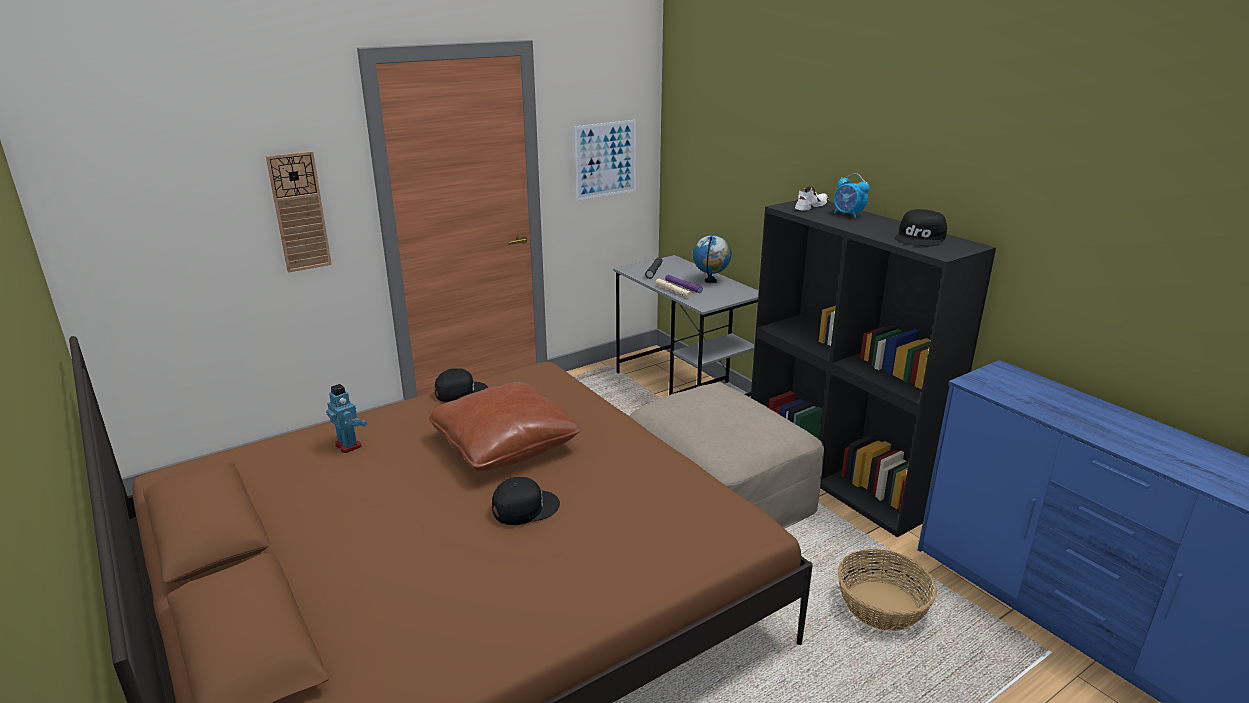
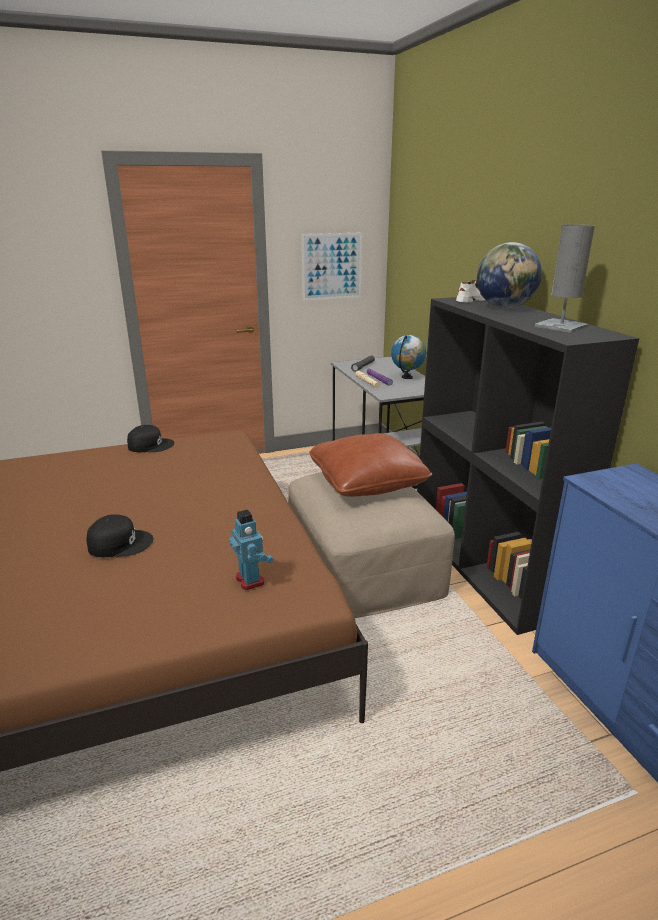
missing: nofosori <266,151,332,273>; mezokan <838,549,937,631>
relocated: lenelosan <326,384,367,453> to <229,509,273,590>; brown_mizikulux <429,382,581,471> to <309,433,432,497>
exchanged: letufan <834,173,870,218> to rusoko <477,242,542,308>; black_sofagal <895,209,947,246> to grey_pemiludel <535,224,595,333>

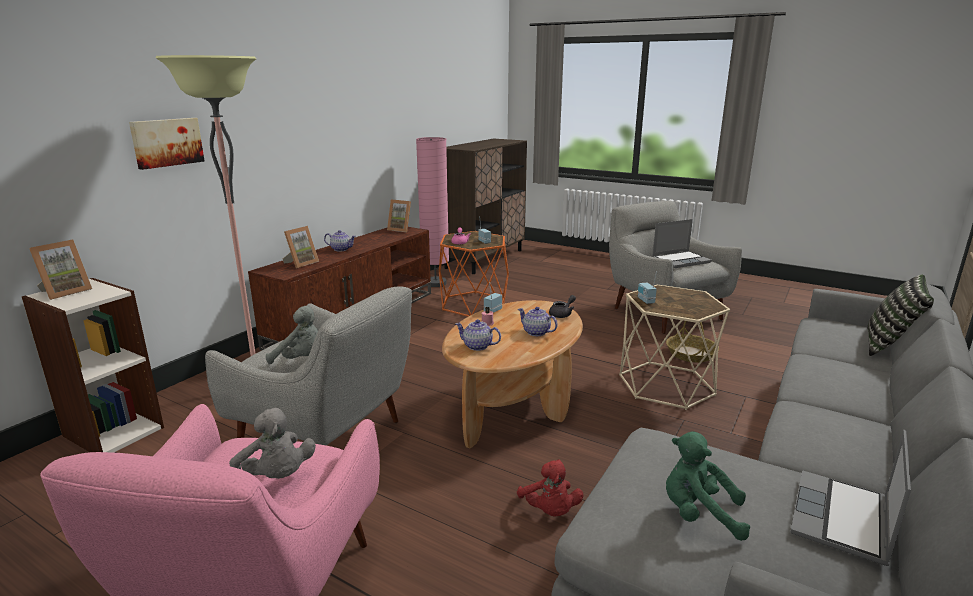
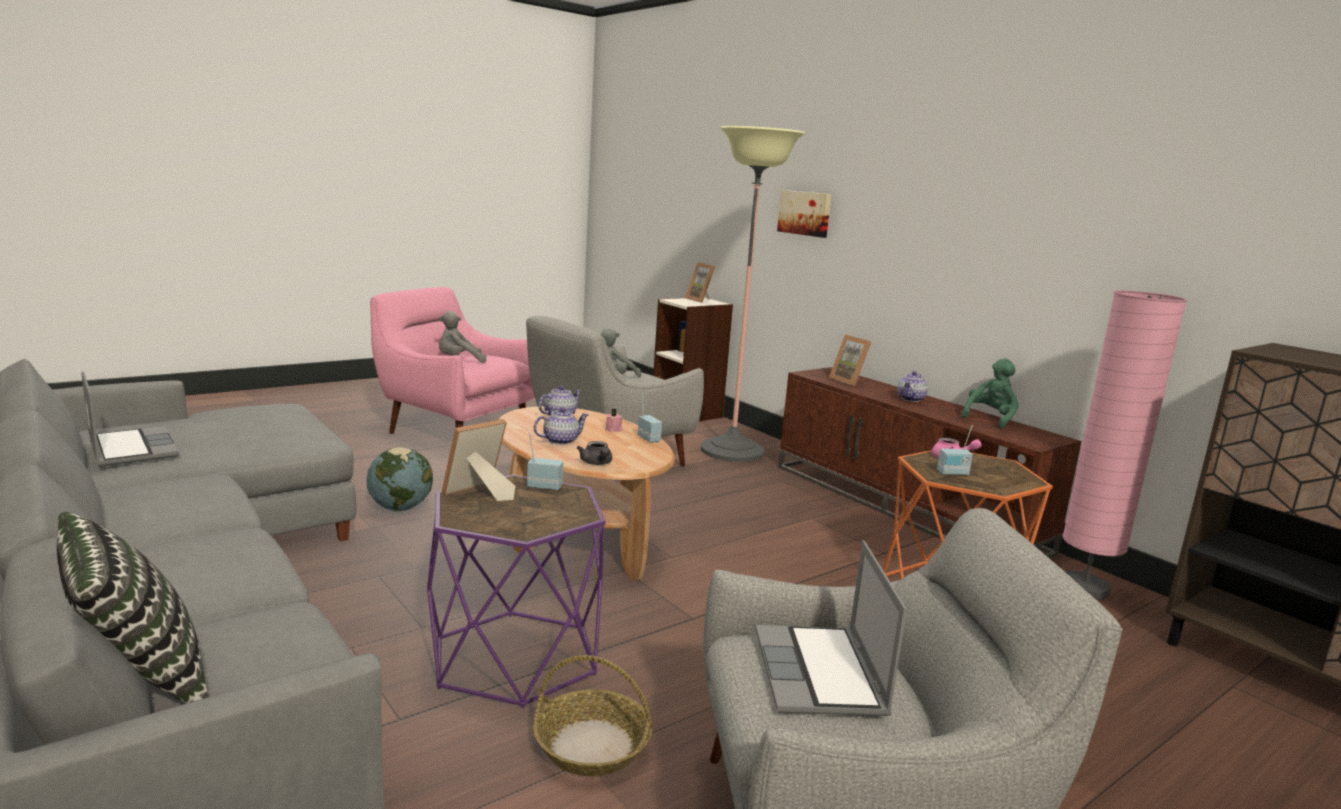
relocated: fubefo <387,199,411,232> to <442,419,515,501>; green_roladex <666,431,750,541> to <961,358,1018,429>
exchanged: red_roladex <517,460,583,516> to rusoko <367,447,433,511>
colour: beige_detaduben <619,285,730,410> to purple_detaduben <427,474,605,708>

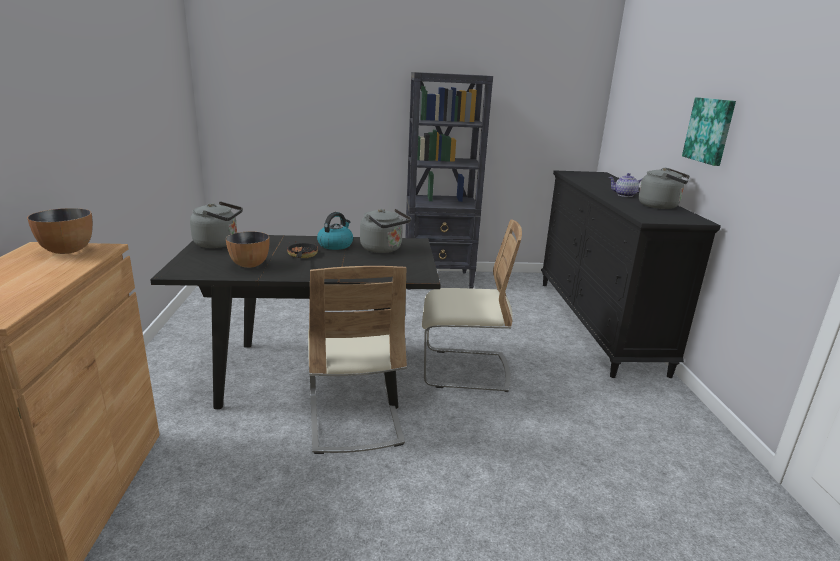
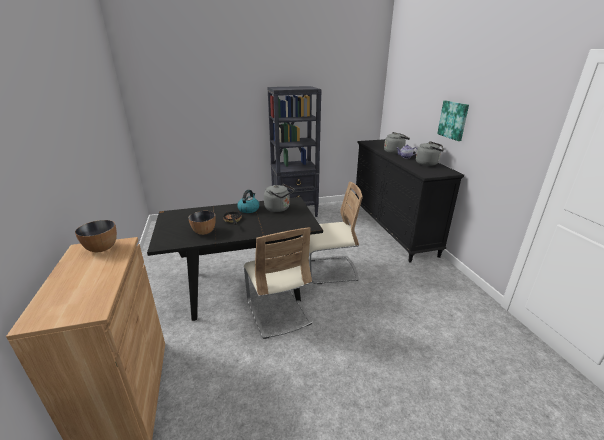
relocated: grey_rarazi <190,202,243,248> to <384,132,410,154>

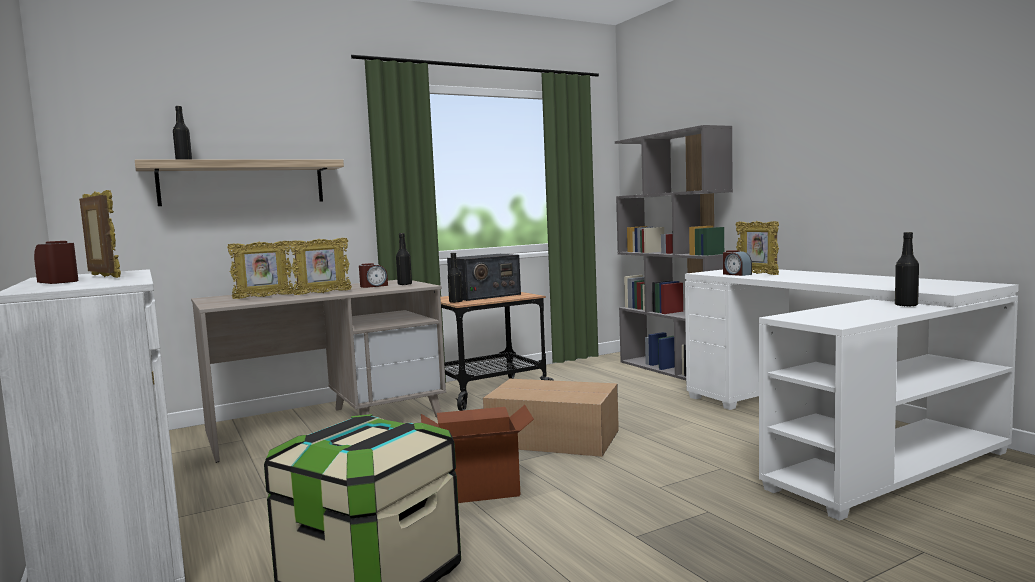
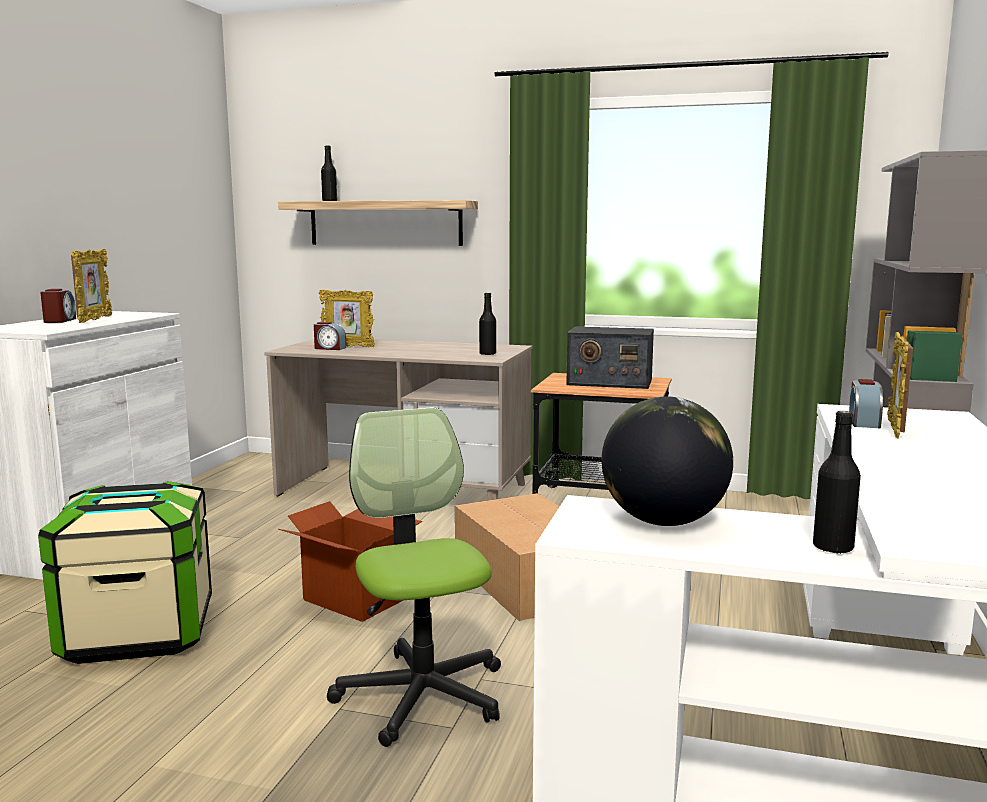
missing: fubefo <289,238,352,295>; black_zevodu <448,253,463,303>
appeared: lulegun <327,407,501,747>; rusoko <602,397,733,526>
relocated: letufan <359,263,388,288> to <314,322,346,350>

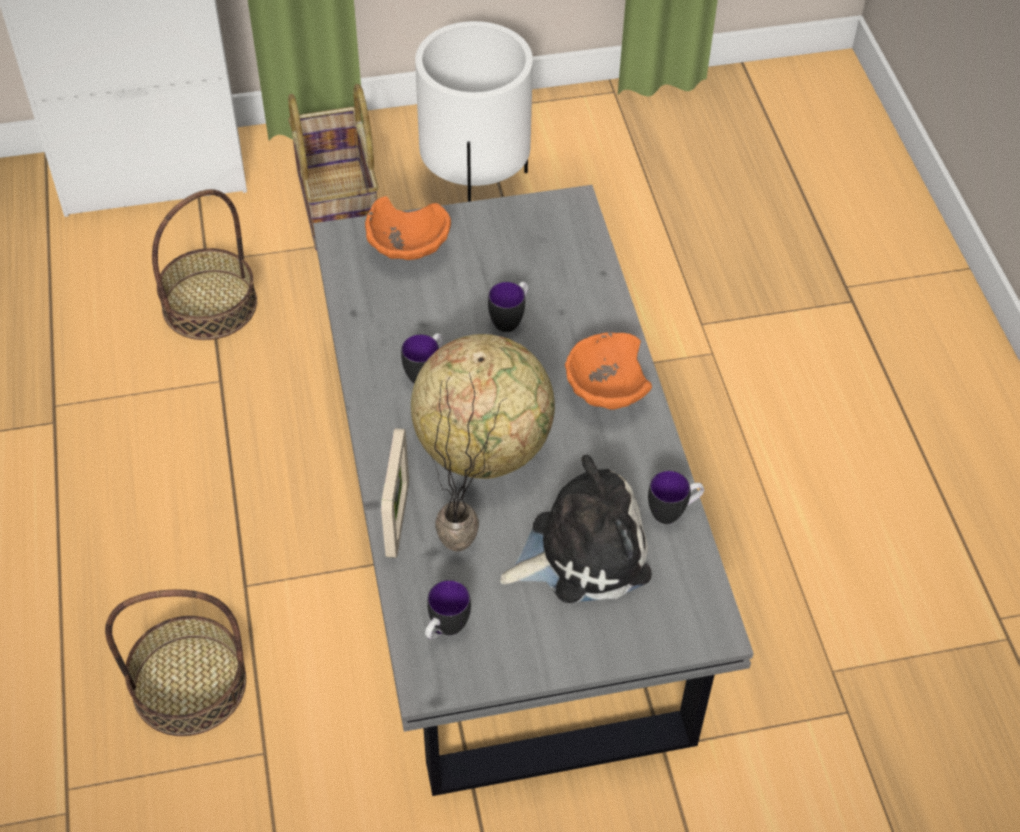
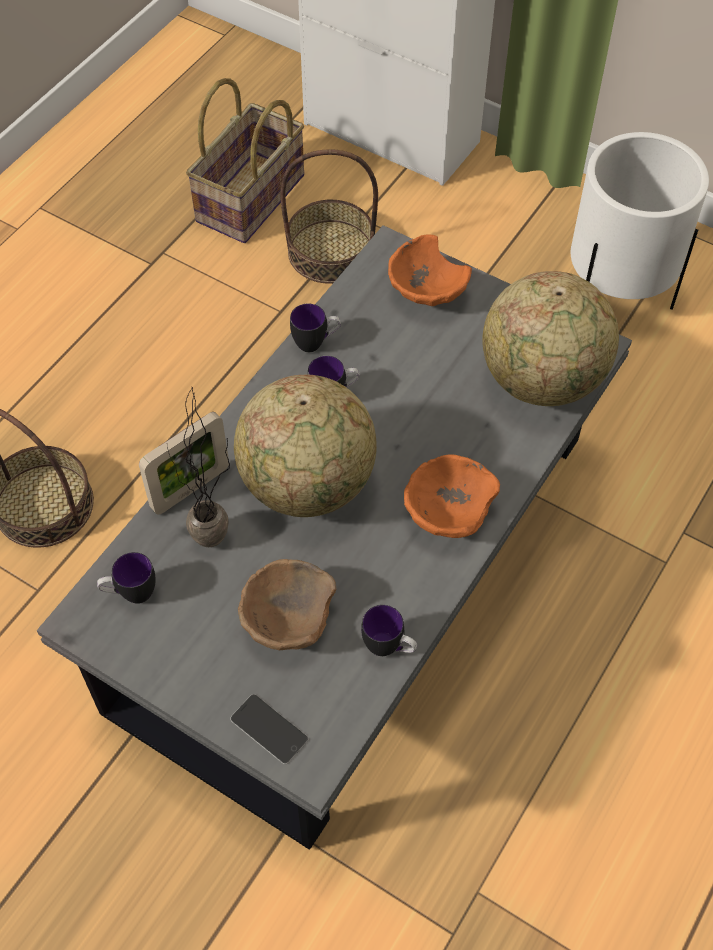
appeared: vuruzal <230,694,309,765>; rusoko <482,271,619,406>
relocated: mezokan <288,84,379,251> to <186,78,304,243>; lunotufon <488,281,528,332> to <290,304,341,352>
exchanged: roladex <500,454,652,603> to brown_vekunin <238,559,337,650>

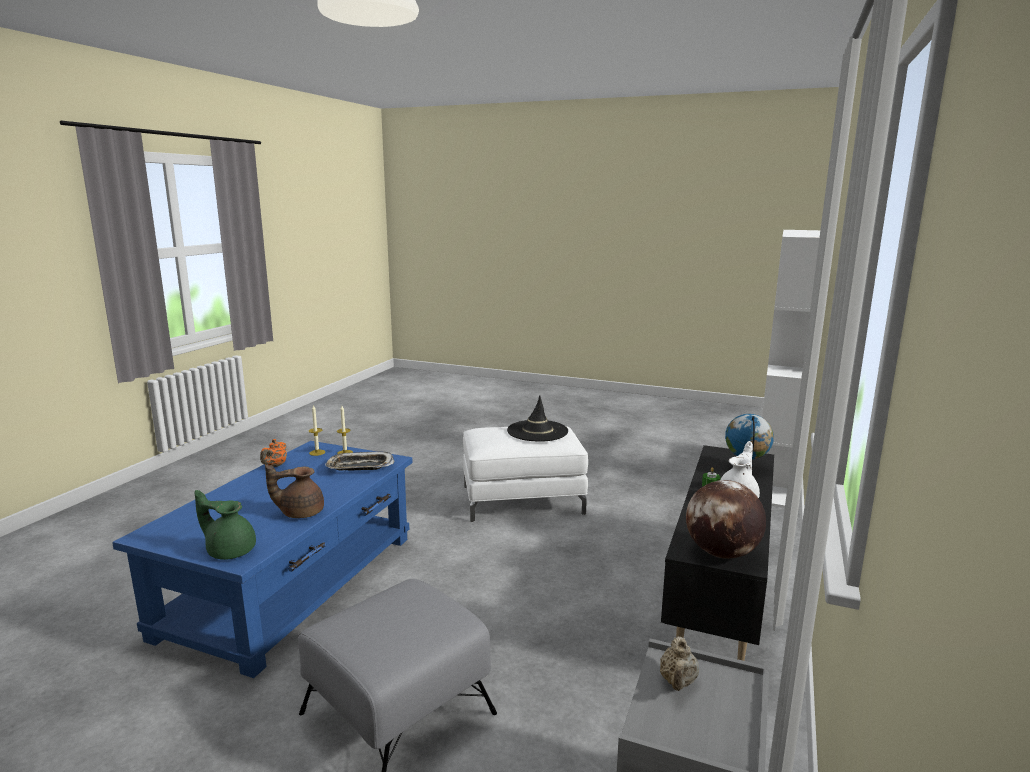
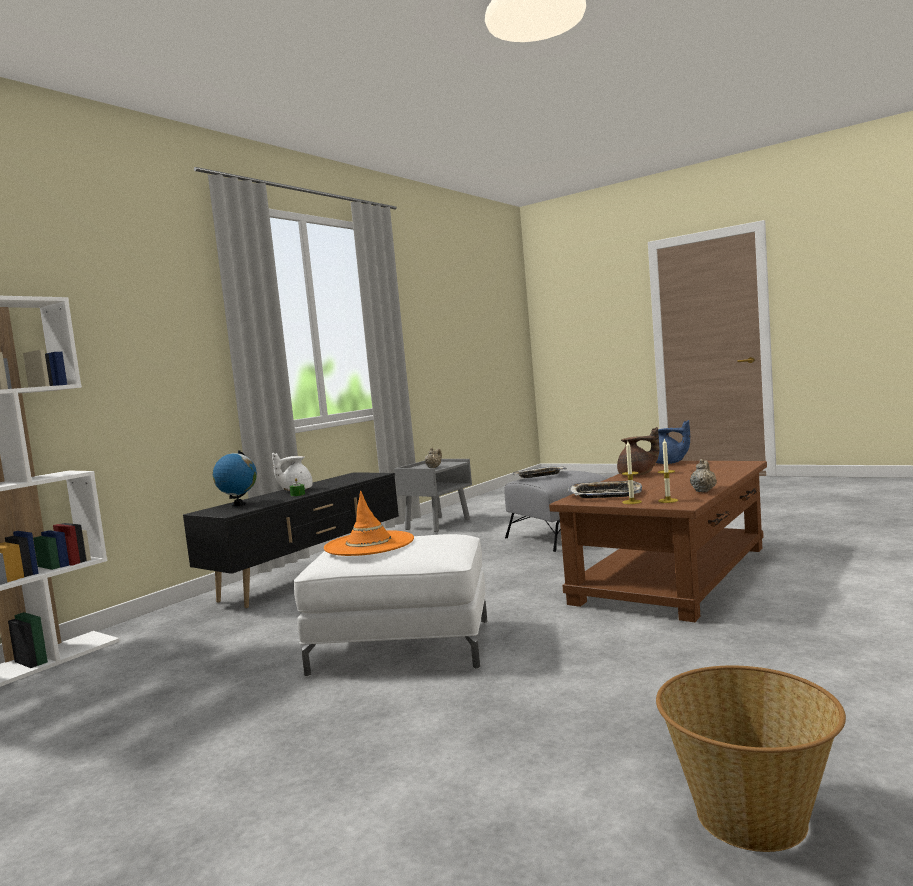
missing: rusoko <686,480,766,559>
appeared: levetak <512,466,567,478>; mezokan <656,665,846,852>
colour: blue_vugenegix <112,441,412,678> to brown_vugenegix <549,461,767,622>; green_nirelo <195,490,256,560> to blue_nirelo <656,420,690,464>; orange_nirelo <260,439,287,467> to beige_nirelo <690,459,717,492>; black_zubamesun <507,396,568,442> to orange_zubamesun <324,491,414,556>

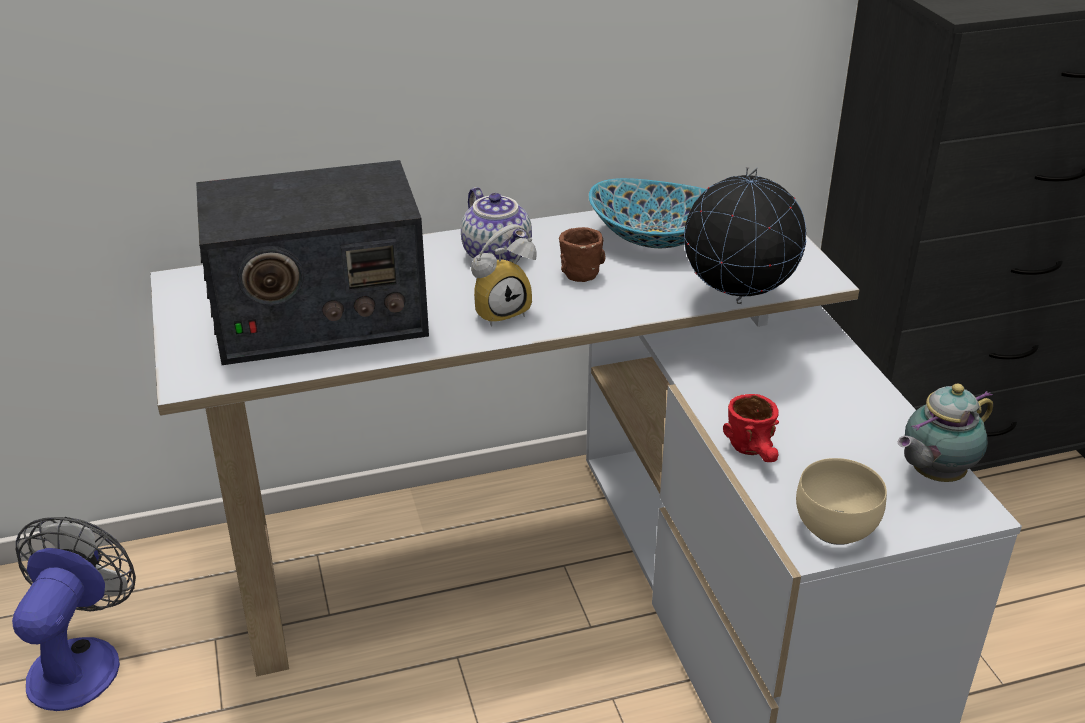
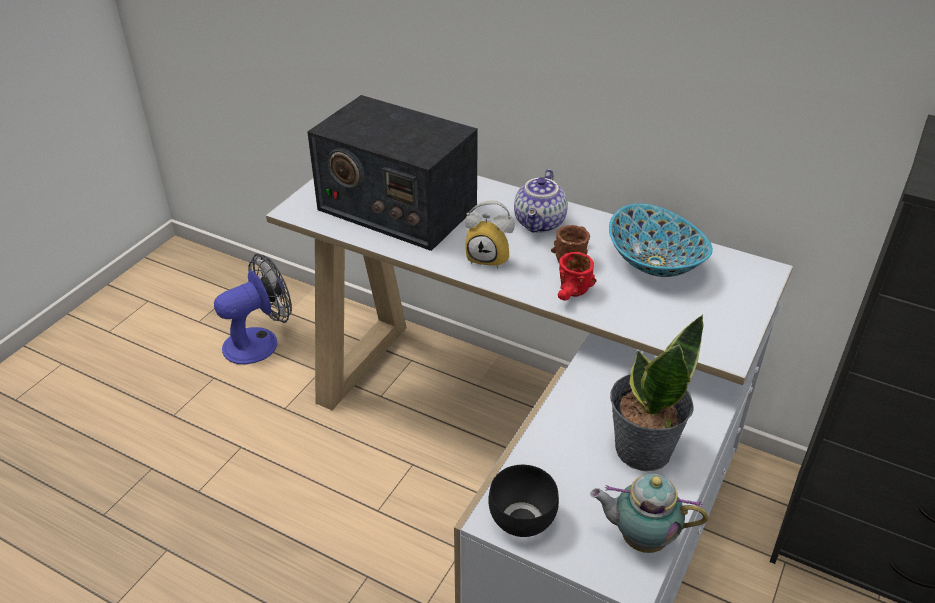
missing: rusoko <684,167,806,304>
appeared: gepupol <610,314,704,471>
relocated: red_lunotufon <723,394,779,462> to <558,252,597,301>
colour: beige_vekunin <796,458,887,545> to black_vekunin <488,465,559,537>

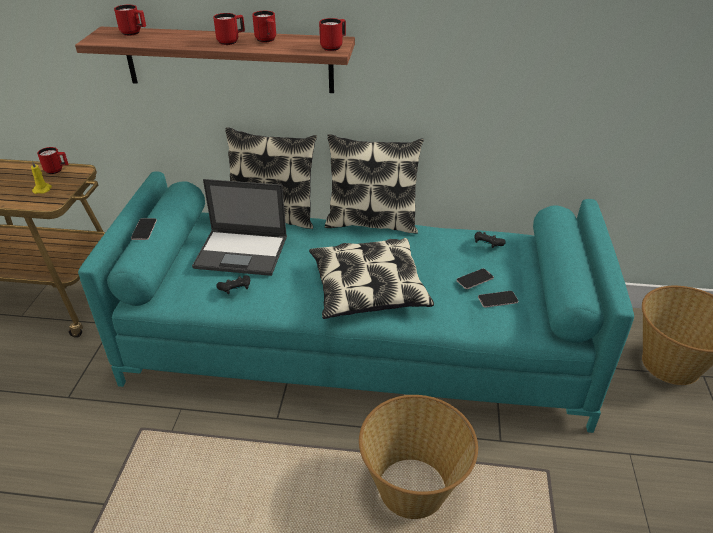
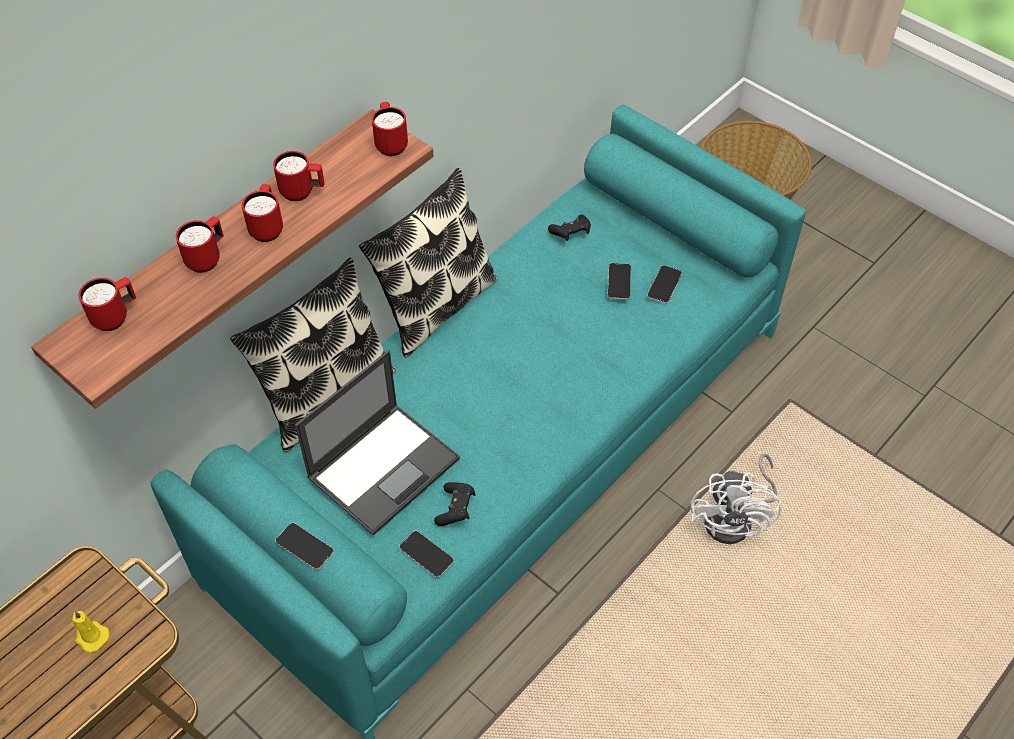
missing: mizikulux <309,238,434,319>
appeared: vuruzal <399,531,454,578>
relocated: red_lunotufon <37,147,68,174> to <176,216,224,273>
exchanged: mezokan <359,395,478,519> to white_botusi <690,454,781,544>

